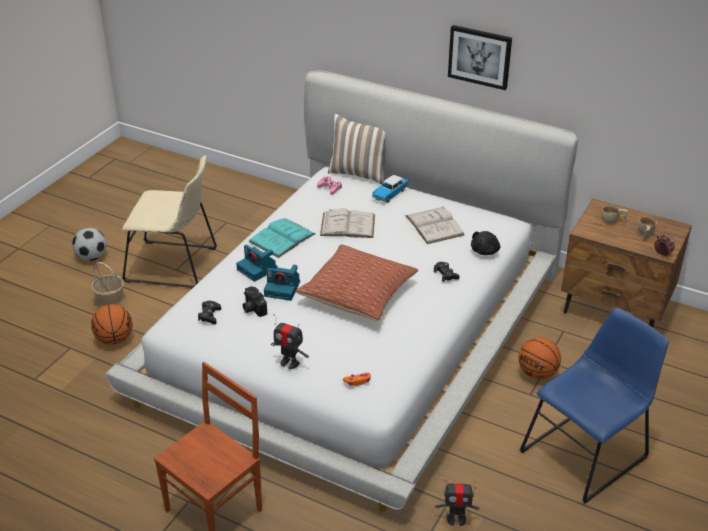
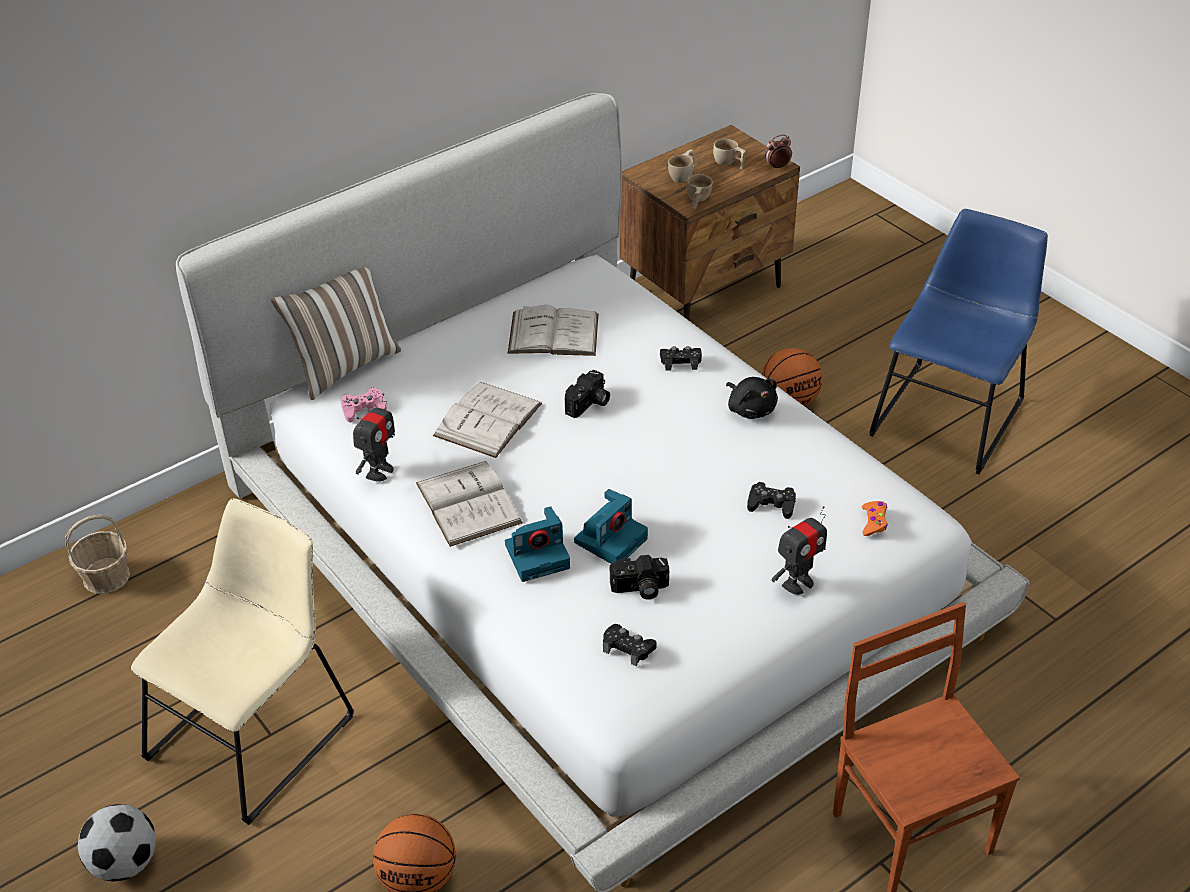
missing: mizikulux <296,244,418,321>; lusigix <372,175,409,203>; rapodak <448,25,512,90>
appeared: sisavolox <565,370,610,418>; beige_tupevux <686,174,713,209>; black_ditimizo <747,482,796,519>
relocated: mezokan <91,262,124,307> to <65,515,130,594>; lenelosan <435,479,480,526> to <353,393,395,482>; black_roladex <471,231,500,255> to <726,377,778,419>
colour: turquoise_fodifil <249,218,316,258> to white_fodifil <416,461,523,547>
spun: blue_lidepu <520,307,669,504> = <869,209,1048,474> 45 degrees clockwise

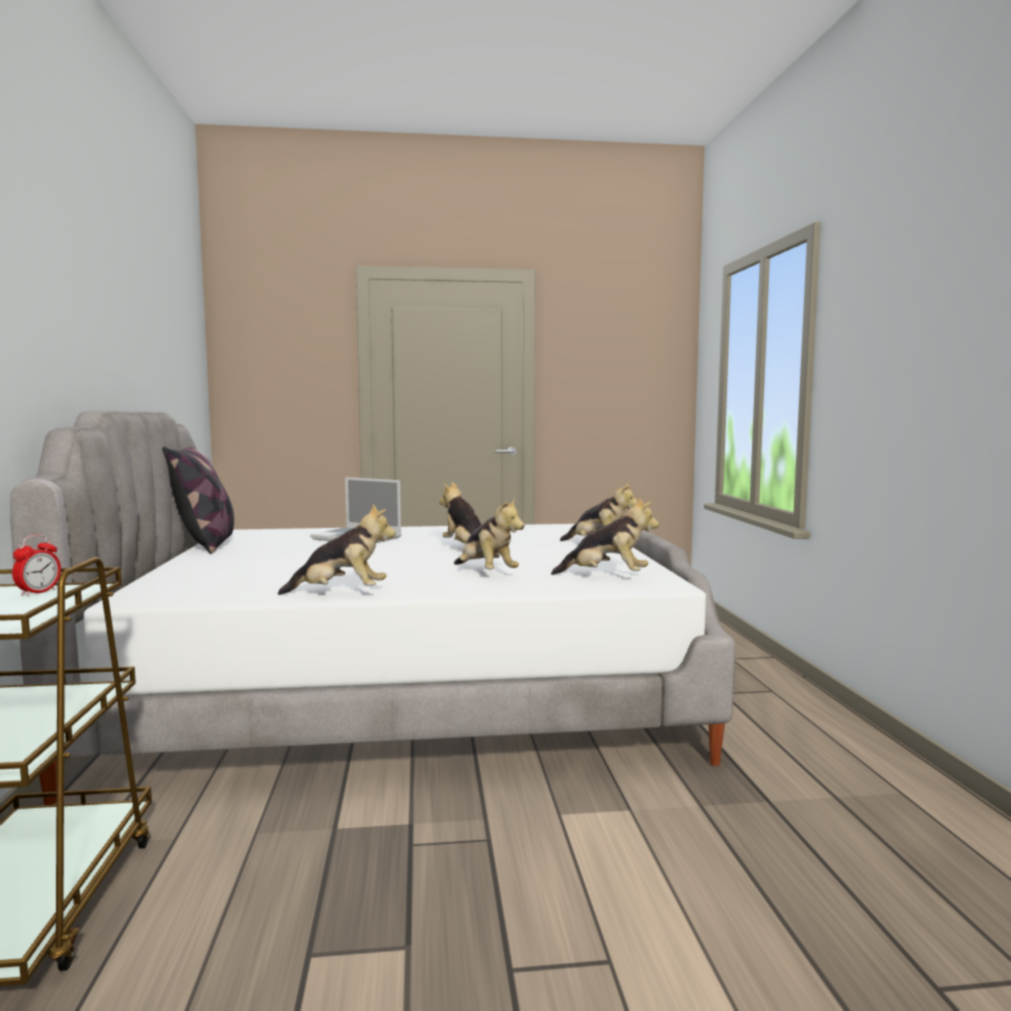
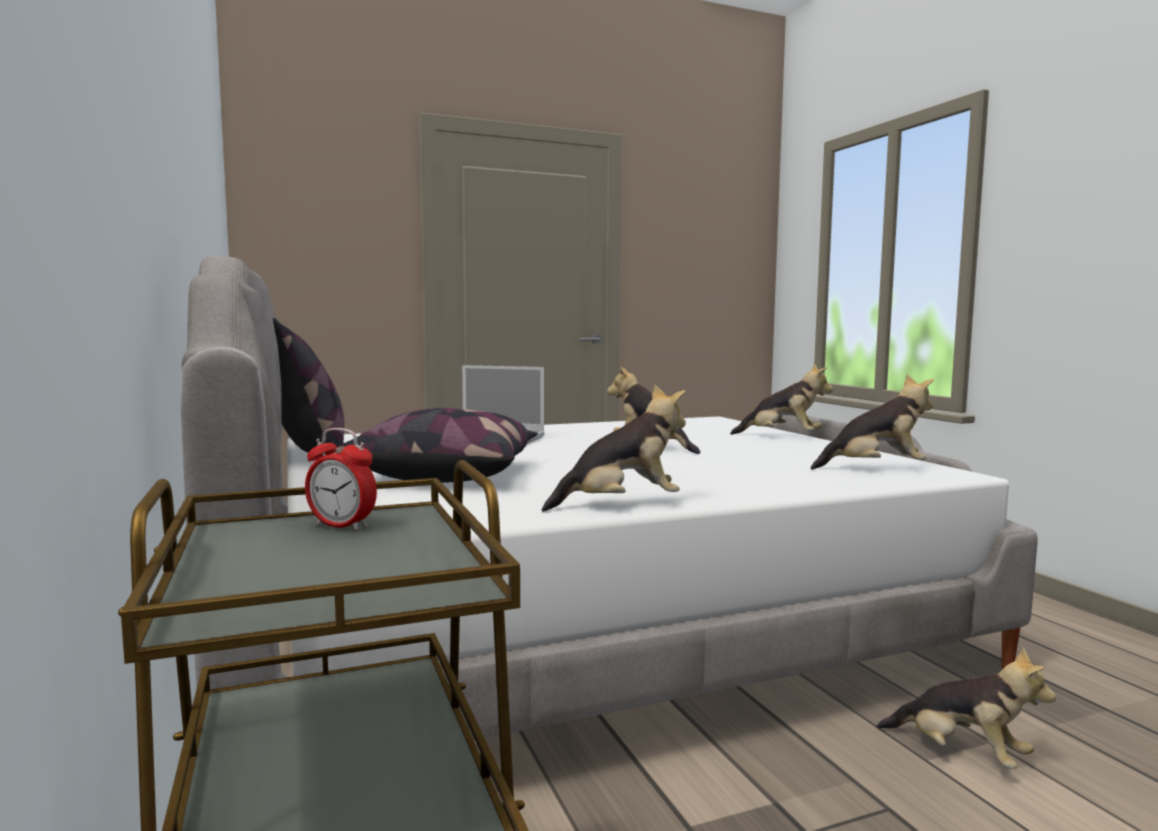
appeared: mizikulux <333,408,538,483>
relocated: roladex <454,497,524,569> to <877,647,1056,769>
spun: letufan <12,534,61,596> = <305,428,377,530> 105 degrees clockwise

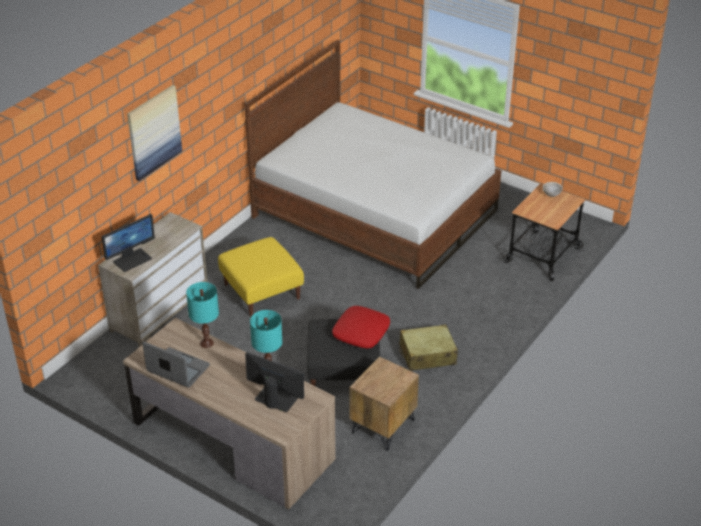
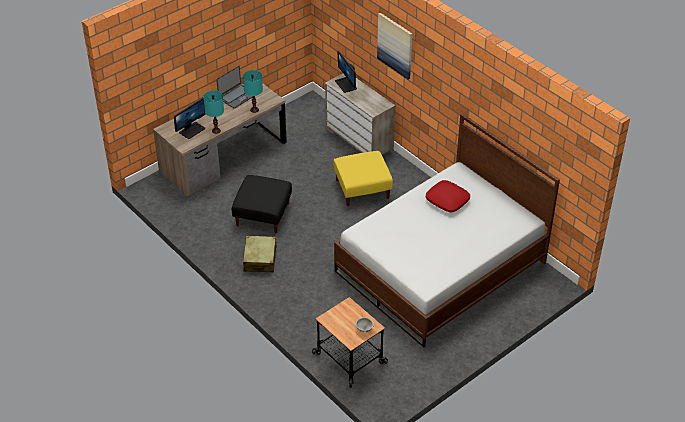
missing: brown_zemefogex <350,356,419,451>
relocated: red_mizikulux <332,306,390,348> to <426,180,470,212>

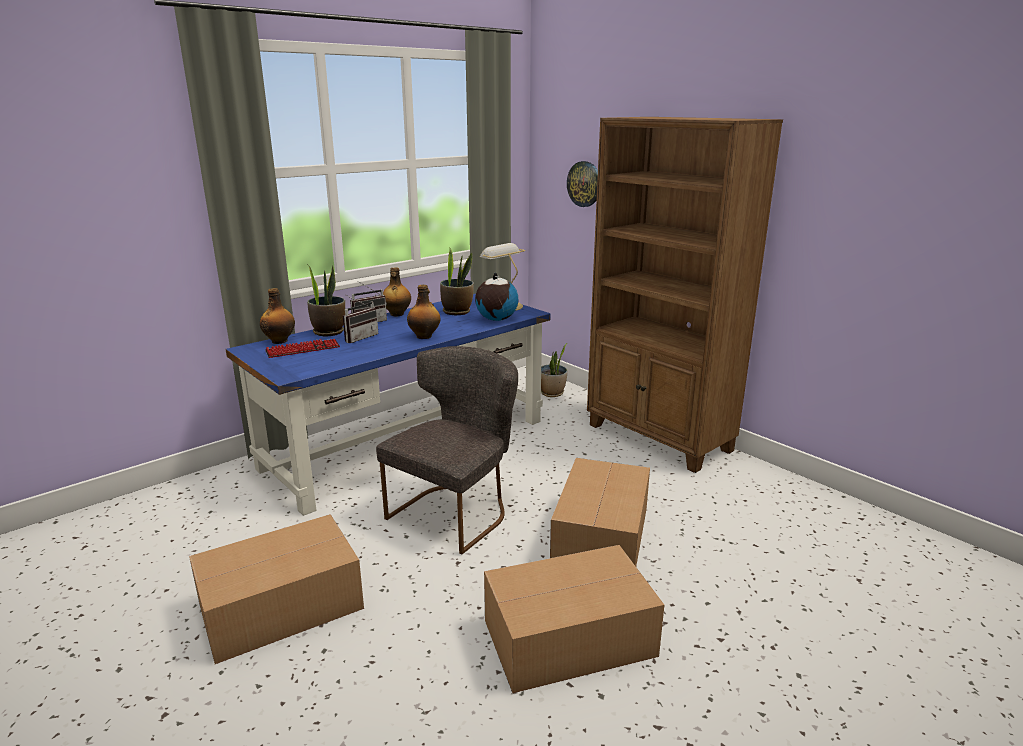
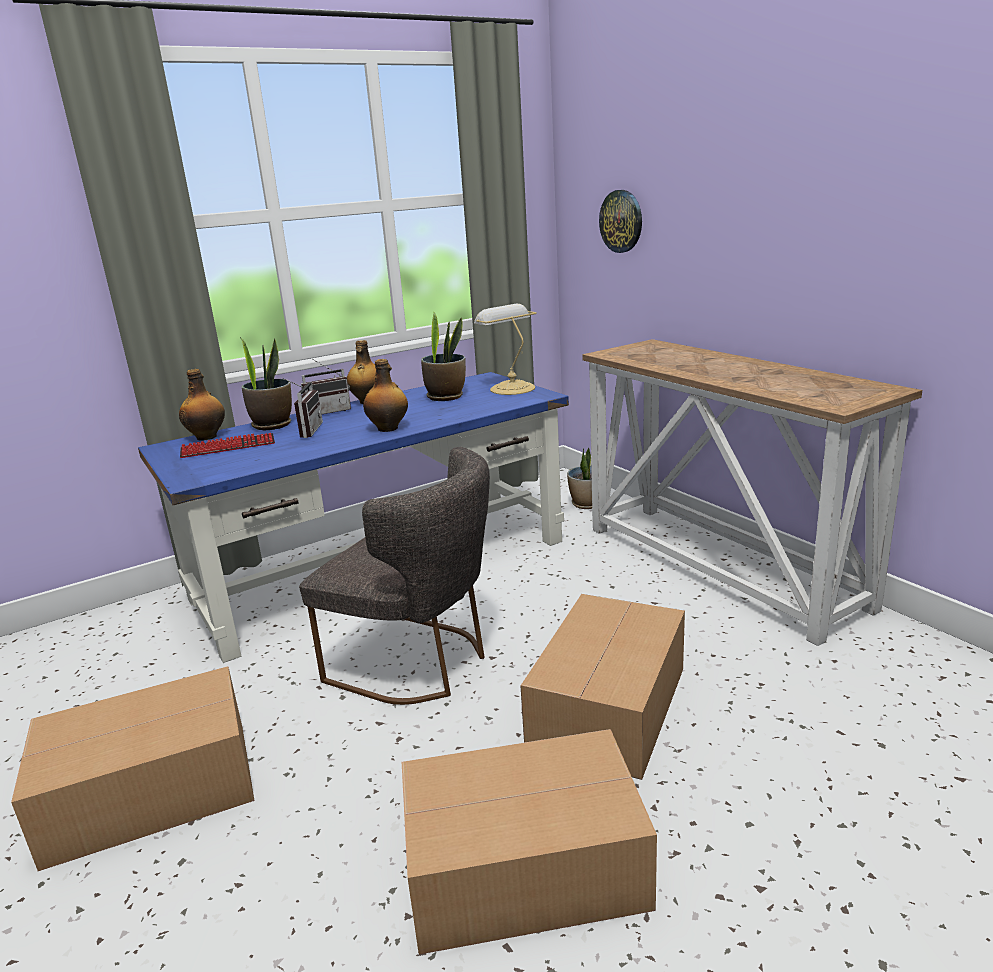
missing: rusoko <475,273,518,321>
exchanged: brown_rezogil <587,117,783,473> to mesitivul <582,339,922,646>
spun: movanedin <343,295,378,343> = <282,378,323,438> 45 degrees counterclockwise; grey_lidepu <376,346,518,554> = <299,447,490,705> 75 degrees clockwise

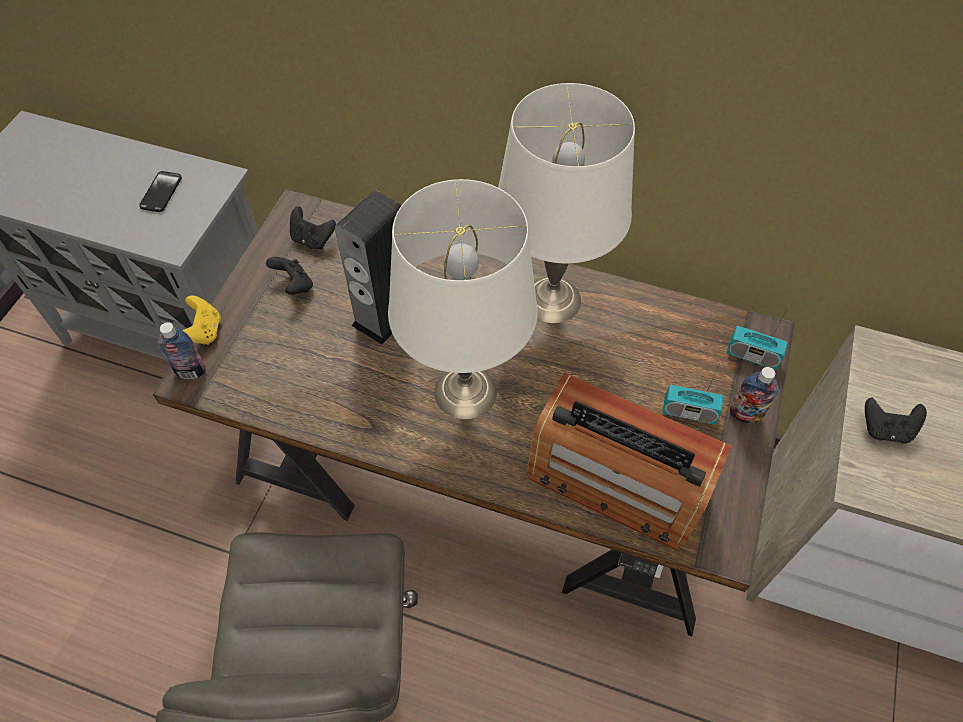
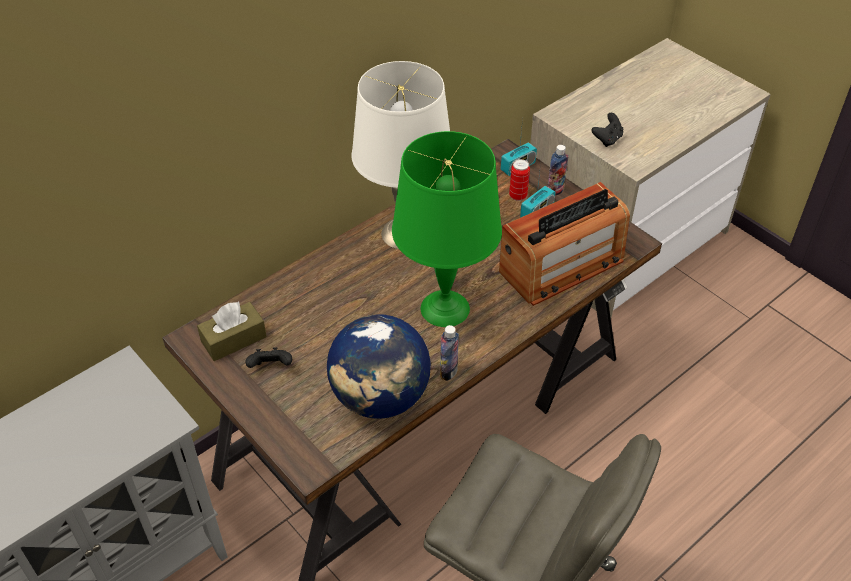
missing: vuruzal <139,171,182,212>; yellow_ditimizo <183,295,221,345>; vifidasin <335,190,401,345>
appeared: rusoko <327,314,431,419>; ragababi <509,159,530,201>
relocated: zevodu <158,322,206,379> to <440,325,459,381>
exchanged: black_ditimizo <290,207,336,249> to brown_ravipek <197,301,267,361>
colour: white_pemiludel <388,179,538,419> to green_pemiludel <392,131,502,327>

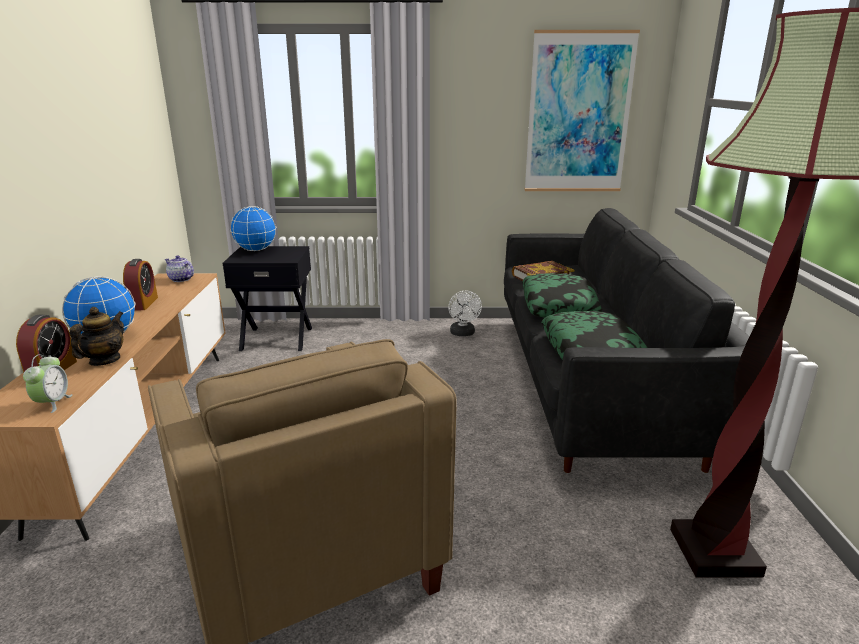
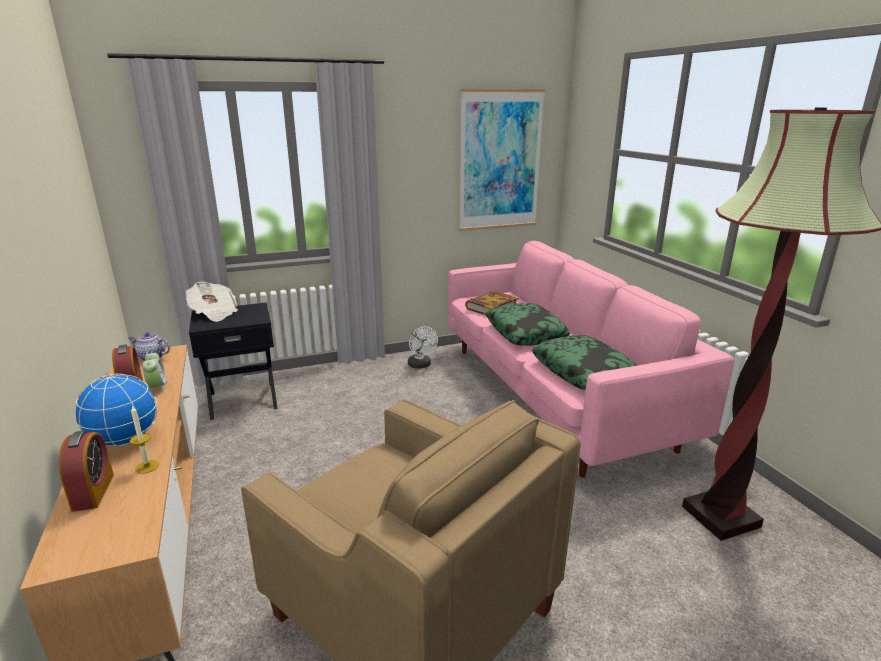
relocated: letufan <23,354,73,413> to <142,351,168,393>
exchanged: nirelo <69,307,124,366> to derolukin <130,406,159,474>; rusoko <230,206,277,251> to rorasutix <186,281,238,322>
colour: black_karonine <504,208,749,473> to pink_karonine <448,241,735,477>

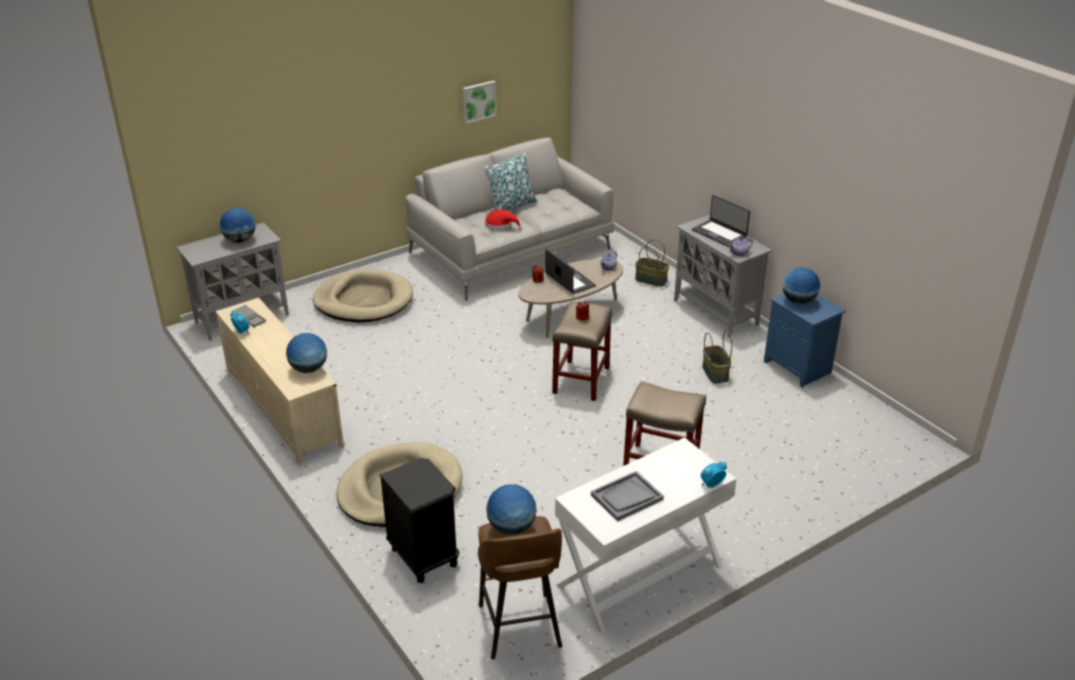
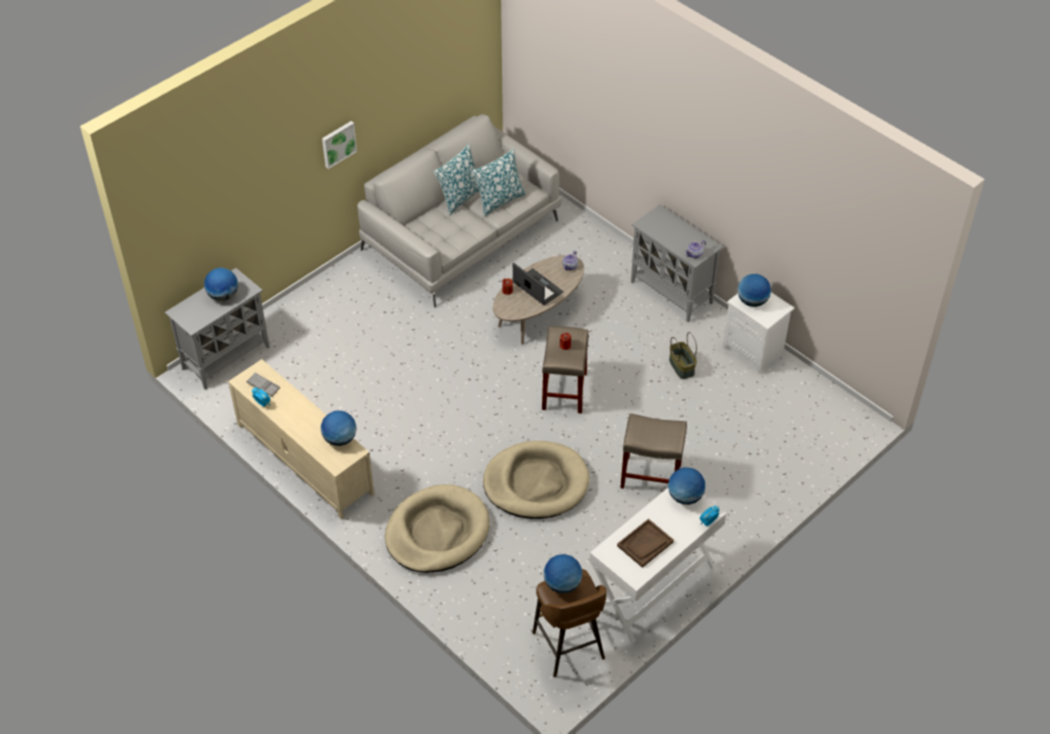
missing: black_zemefogex <379,458,459,583>; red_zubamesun <485,210,522,230>; mezokan <635,240,669,287>; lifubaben <692,195,750,247>
appeared: mizikulux <472,149,526,217>; rusoko <668,468,705,505>
relocated: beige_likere <313,269,413,322> to <483,441,590,519>; rapodak <462,81,496,124> to <322,121,357,169>
colour: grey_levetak <591,471,664,522> to brown_levetak <617,519,674,568>; blue_zemefogex <764,293,846,388> to white_zemefogex <723,292,794,374>

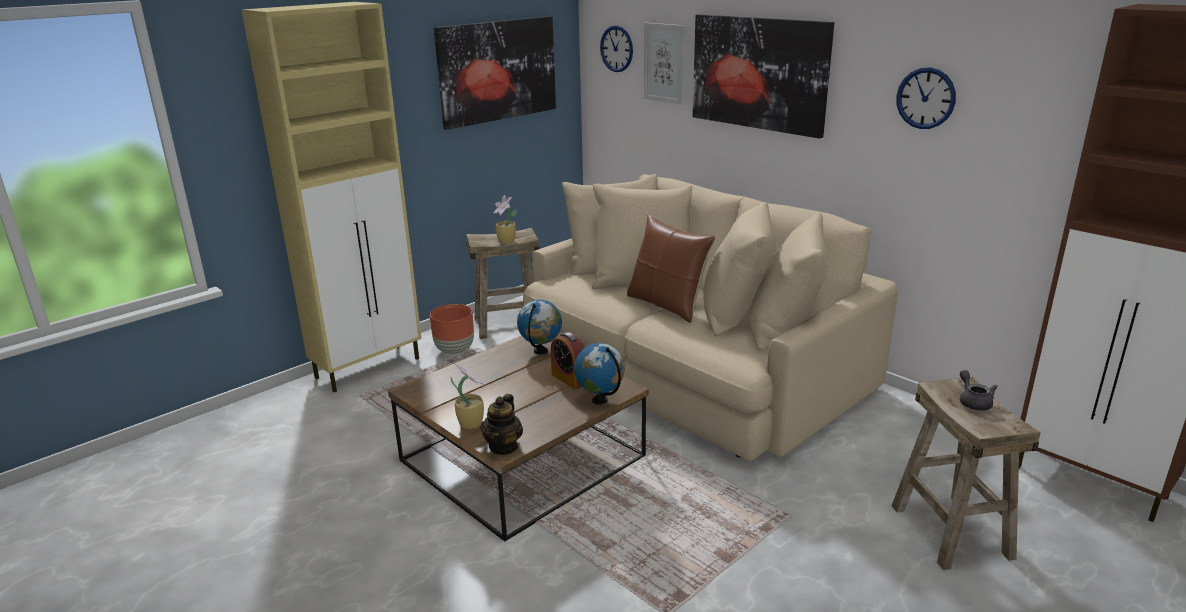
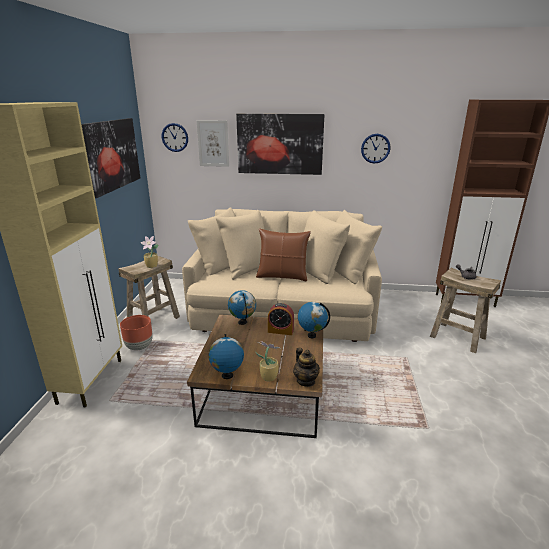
appeared: rusoko <209,334,244,379>

